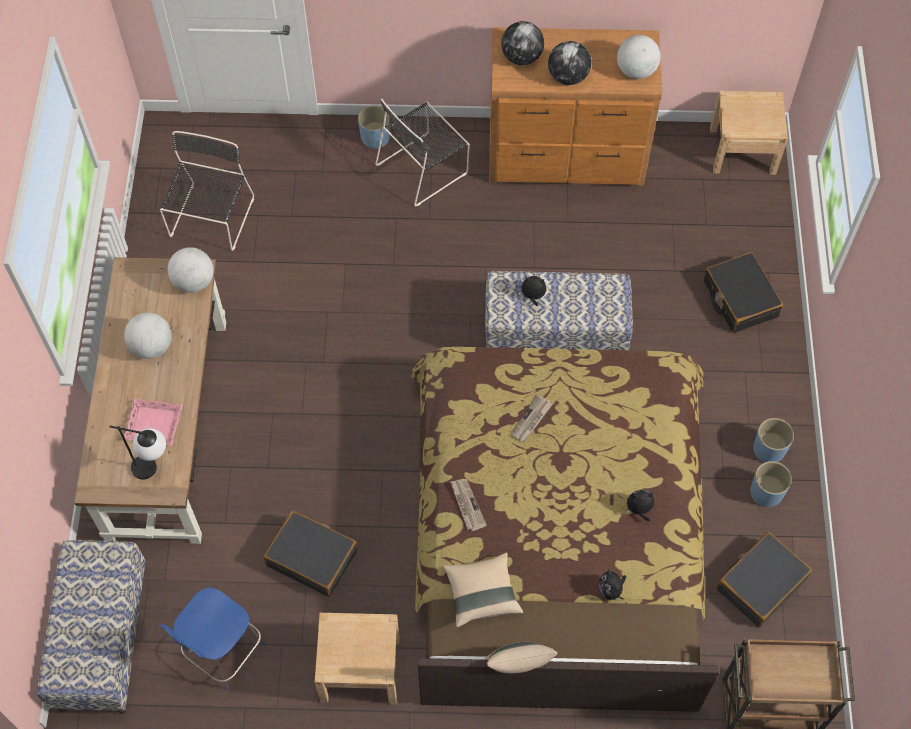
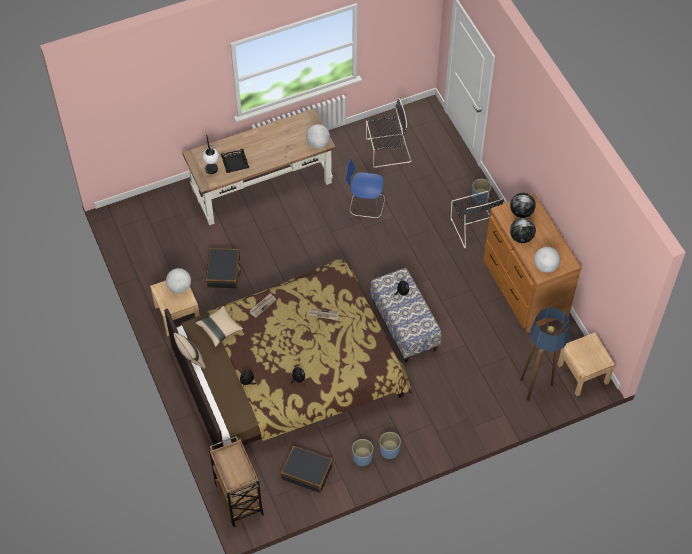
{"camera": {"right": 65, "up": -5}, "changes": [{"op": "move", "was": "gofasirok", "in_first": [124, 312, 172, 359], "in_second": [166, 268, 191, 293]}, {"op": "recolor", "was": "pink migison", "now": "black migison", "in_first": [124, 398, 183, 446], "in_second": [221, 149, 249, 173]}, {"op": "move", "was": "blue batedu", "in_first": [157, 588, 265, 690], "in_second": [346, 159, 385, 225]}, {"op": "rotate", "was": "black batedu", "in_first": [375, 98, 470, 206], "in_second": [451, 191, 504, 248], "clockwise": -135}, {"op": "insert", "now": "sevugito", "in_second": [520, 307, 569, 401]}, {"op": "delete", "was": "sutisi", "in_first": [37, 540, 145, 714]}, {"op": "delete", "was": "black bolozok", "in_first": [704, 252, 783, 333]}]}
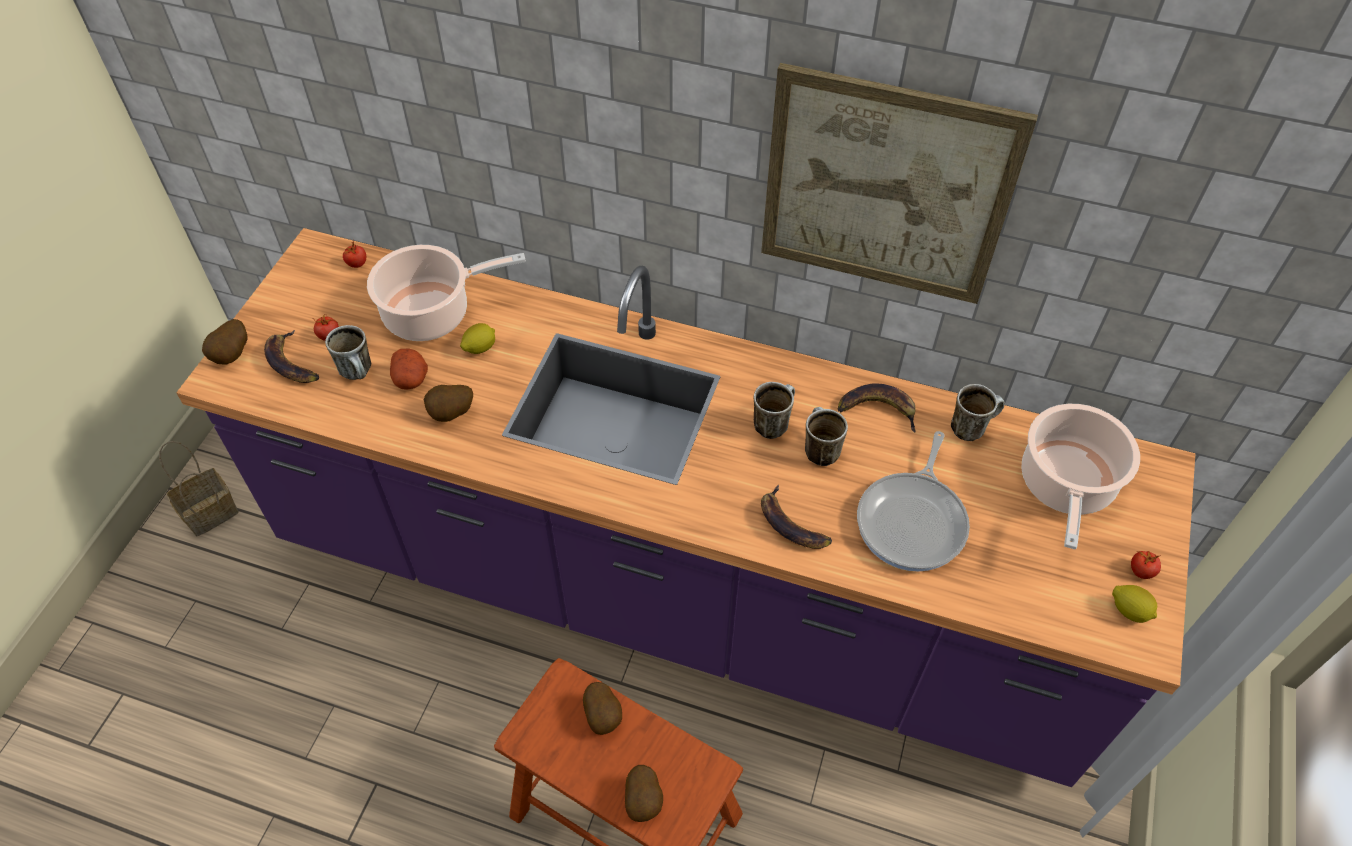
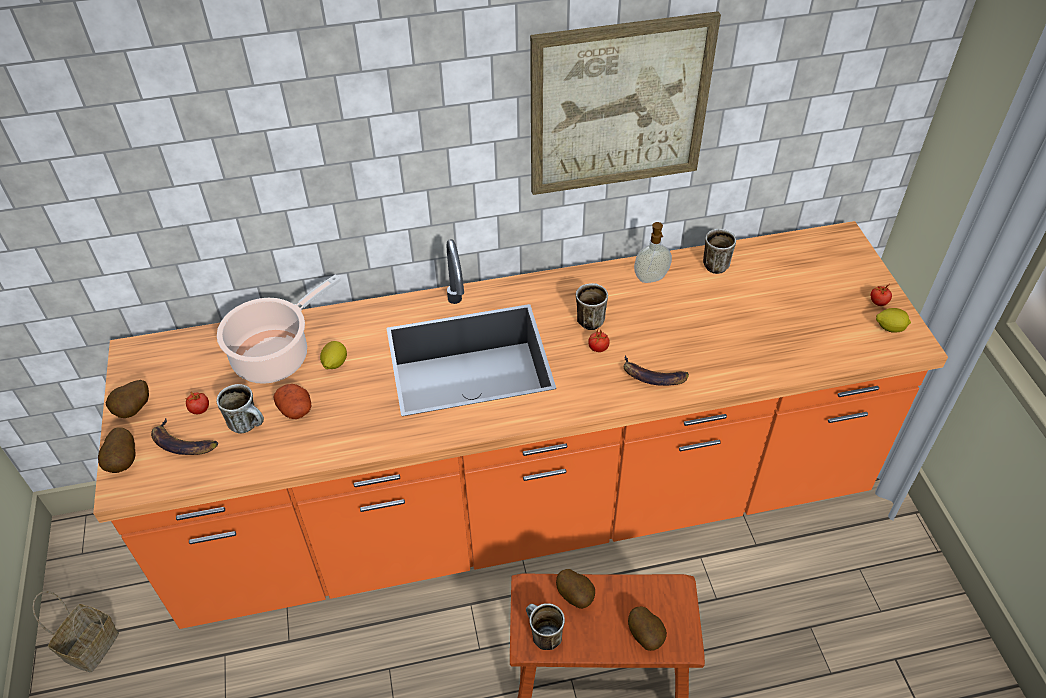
{"camera": {"right": -30, "up": -5}, "changes": [{"op": "recolor", "was": "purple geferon", "now": "orange geferon", "in_first": [176, 228, 1196, 787], "in_second": [93, 221, 948, 629]}, {"op": "move", "was": "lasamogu", "in_first": [424, 385, 473, 422], "in_second": [106, 380, 149, 418]}, {"op": "move", "was": "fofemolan", "in_first": [805, 407, 848, 466], "in_second": [526, 603, 565, 650]}, {"op": "move", "was": "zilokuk", "in_first": [342, 240, 366, 268], "in_second": [588, 330, 610, 352]}, {"op": "replace", "was": "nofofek", "now": "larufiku", "in_first": [838, 383, 916, 433], "in_second": [634, 222, 672, 283]}, {"op": "delete", "was": "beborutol", "in_first": [857, 431, 970, 572]}, {"op": "delete", "was": "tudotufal", "in_first": [1021, 404, 1140, 550]}]}
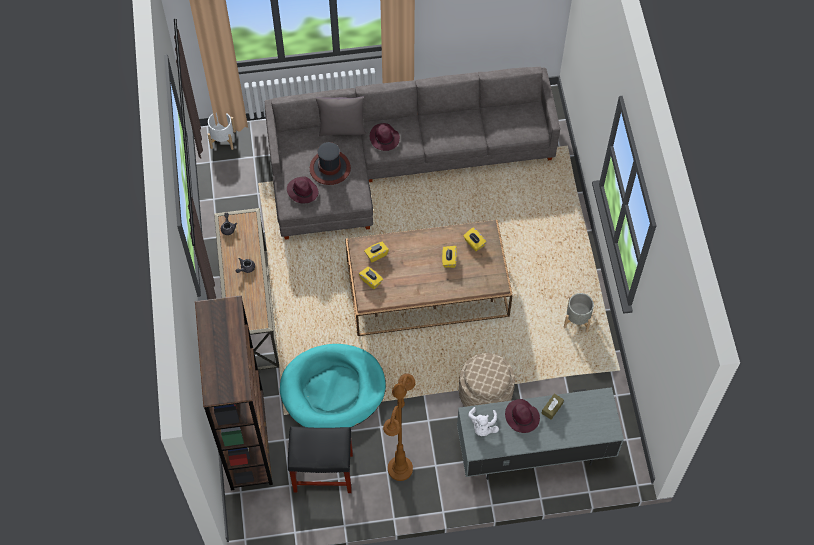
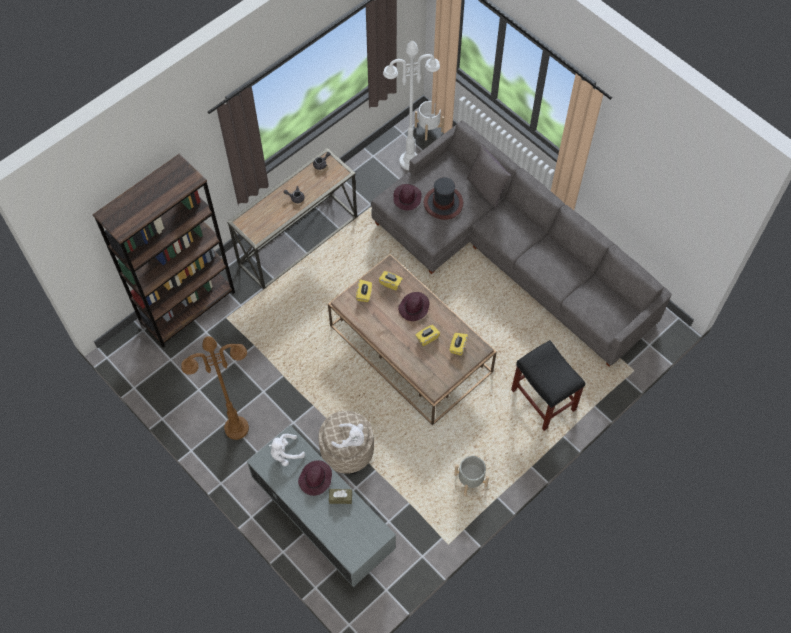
{"camera": {"right": 55, "up": 0}, "changes": [{"op": "insert", "now": "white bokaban", "in_second": [331, 423, 364, 448]}, {"op": "insert", "now": "white sevugito", "in_second": [383, 40, 440, 170]}, {"op": "move", "was": "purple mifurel", "in_first": [370, 123, 400, 151], "in_second": [398, 292, 429, 321]}, {"op": "move", "was": "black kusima", "in_first": [288, 426, 353, 493], "in_second": [511, 340, 585, 431]}, {"op": "delete", "was": "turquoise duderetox", "in_first": [280, 344, 386, 428]}]}
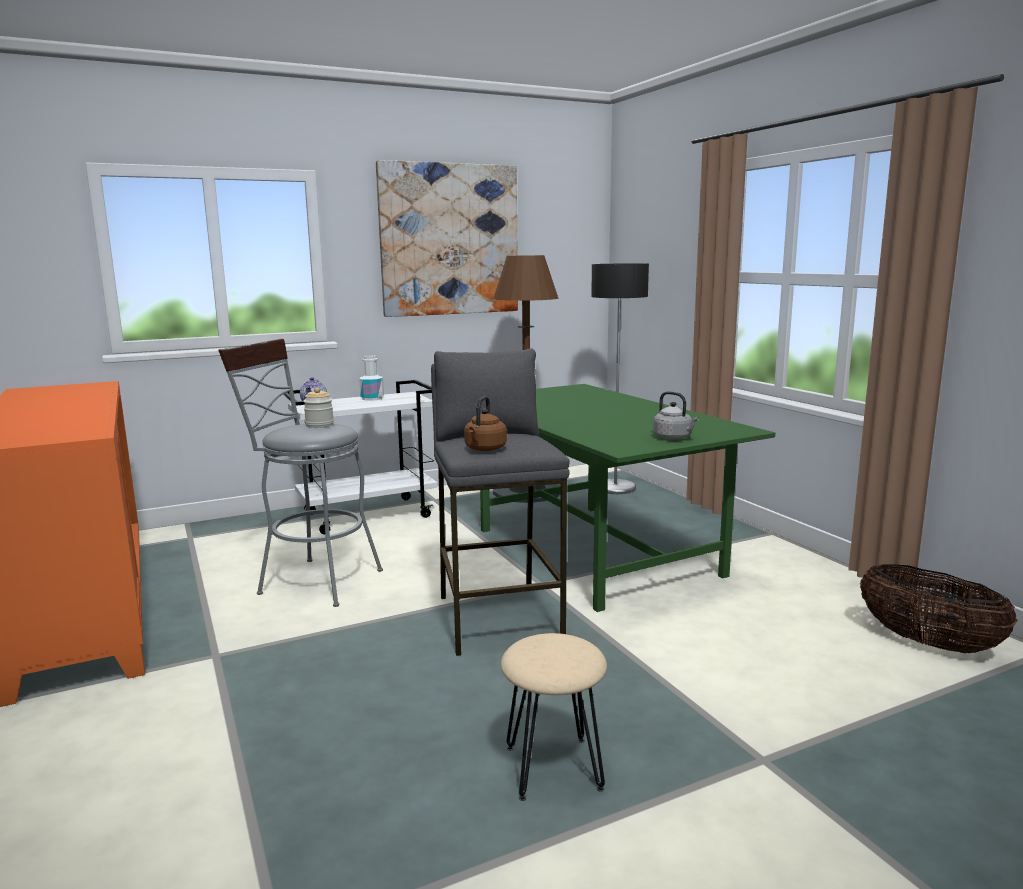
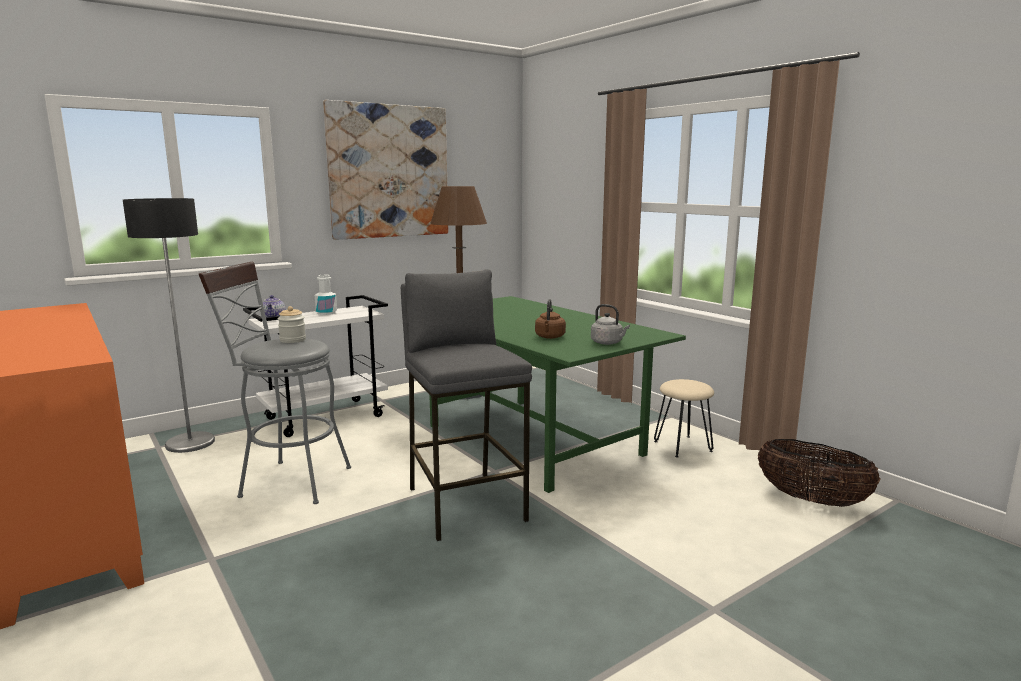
{"camera": {"right": -10, "up": 0}, "changes": [{"op": "move", "was": "sevugito", "in_first": [591, 263, 649, 494], "in_second": [123, 198, 215, 453]}, {"op": "move", "was": "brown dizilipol", "in_first": [464, 396, 507, 451], "in_second": [535, 299, 566, 339]}, {"op": "move", "was": "beige kusima", "in_first": [501, 633, 607, 801], "in_second": [654, 379, 714, 457]}]}
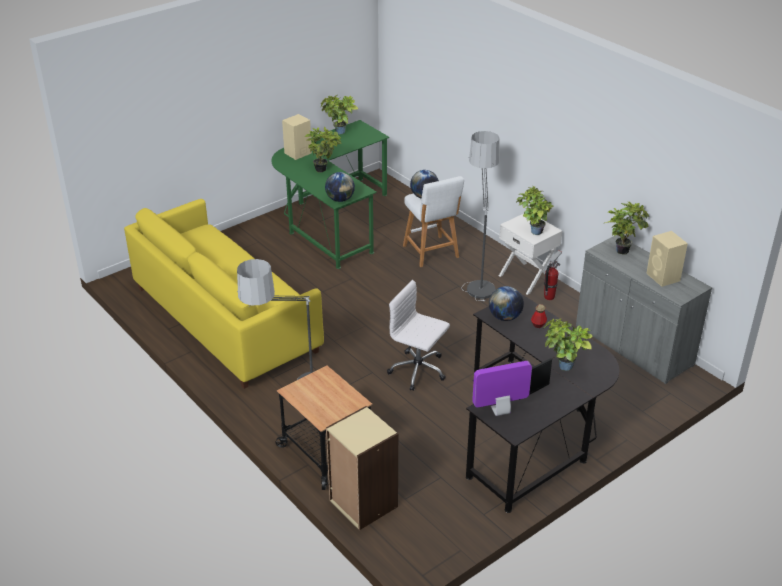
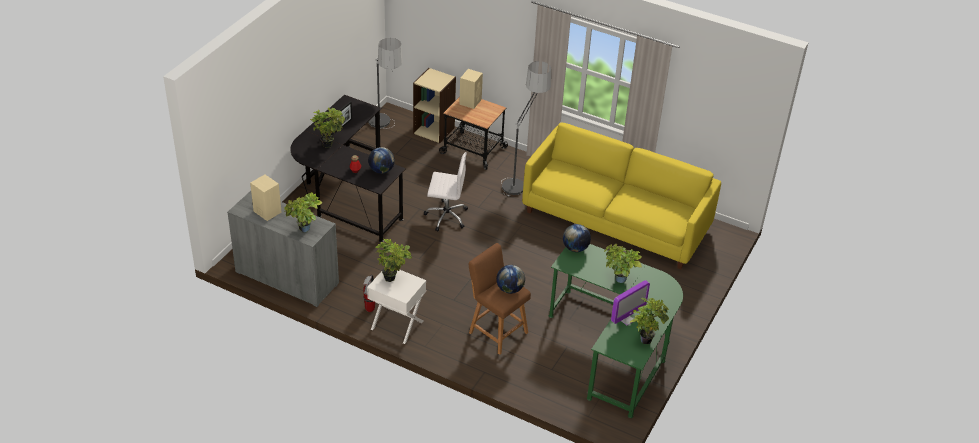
{"camera": {"right": 155, "up": 5}, "changes": [{"op": "move", "was": "sevugito", "in_first": [462, 131, 500, 301], "in_second": [368, 38, 403, 129]}, {"op": "move", "was": "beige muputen", "in_first": [282, 114, 312, 160], "in_second": [459, 69, 483, 109]}, {"op": "recolor", "was": "white kusima", "now": "brown kusima", "in_first": [403, 176, 464, 267], "in_second": [469, 243, 531, 355]}, {"op": "move", "was": "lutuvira", "in_first": [472, 361, 532, 416], "in_second": [611, 280, 650, 325]}]}
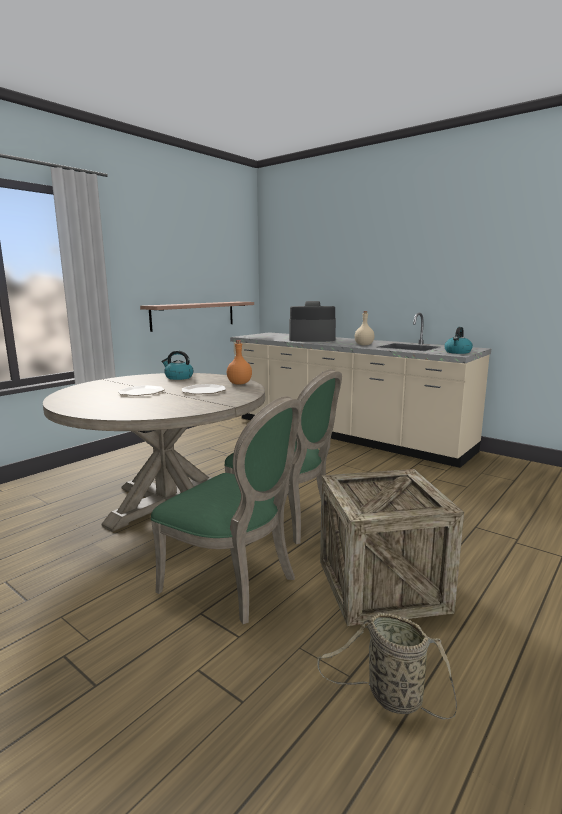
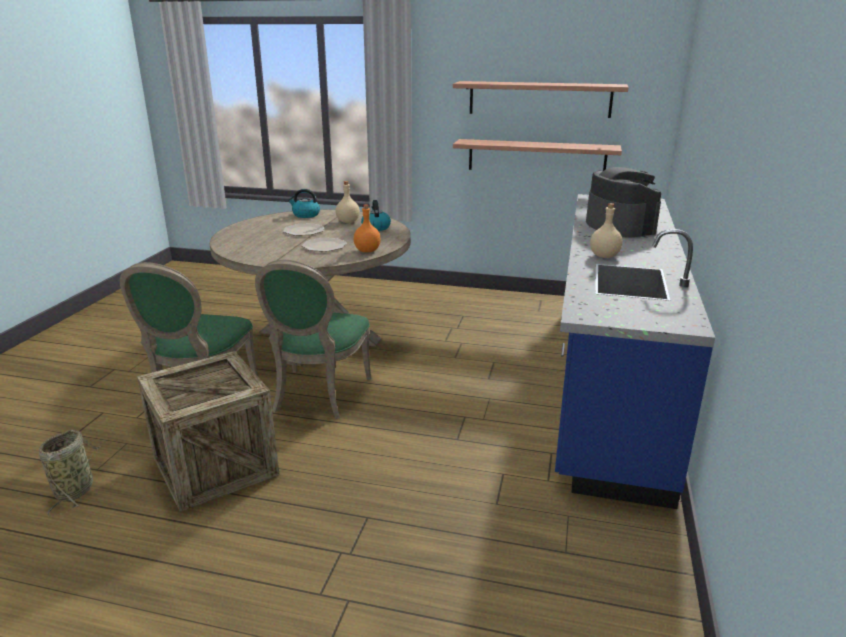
{"camera": {"right": 65, "up": 10}, "changes": [{"op": "move", "was": "dizilipol", "in_first": [444, 327, 473, 354], "in_second": [288, 189, 320, 218]}, {"op": "insert", "now": "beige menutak", "in_second": [335, 181, 360, 223]}, {"op": "insert", "now": "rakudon", "in_second": [453, 81, 629, 118]}, {"op": "recolor", "was": "beige geferon", "now": "blue geferon", "in_first": [230, 313, 491, 468], "in_second": [555, 194, 715, 509]}]}
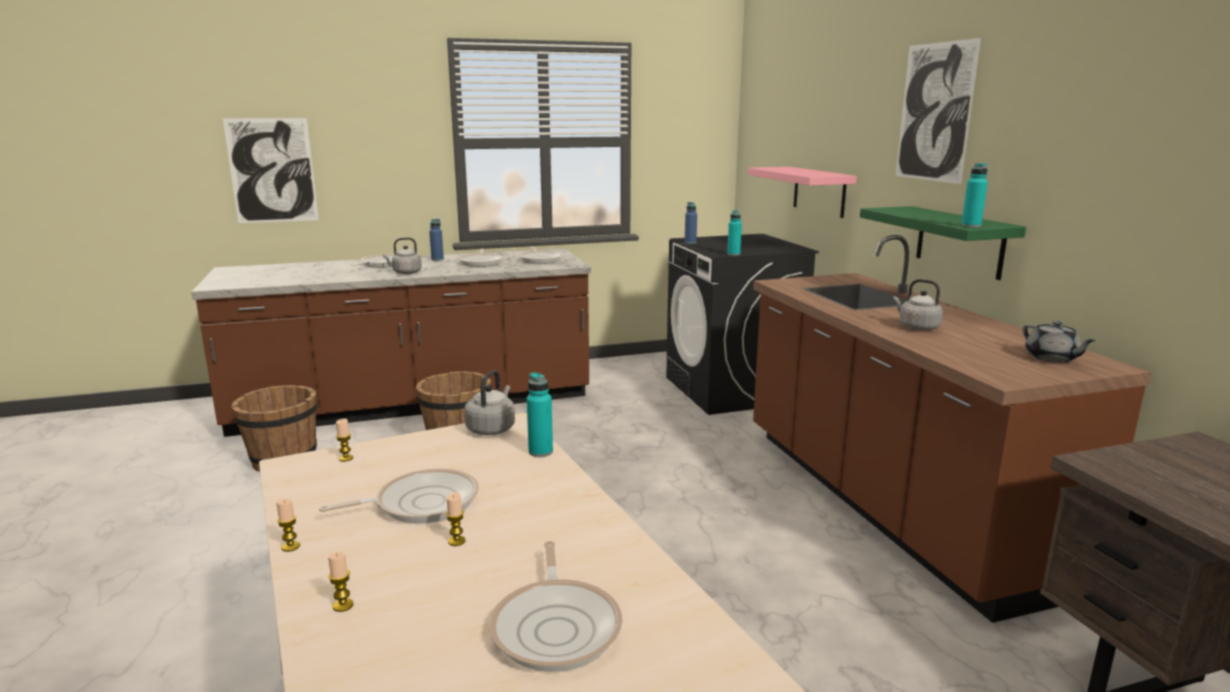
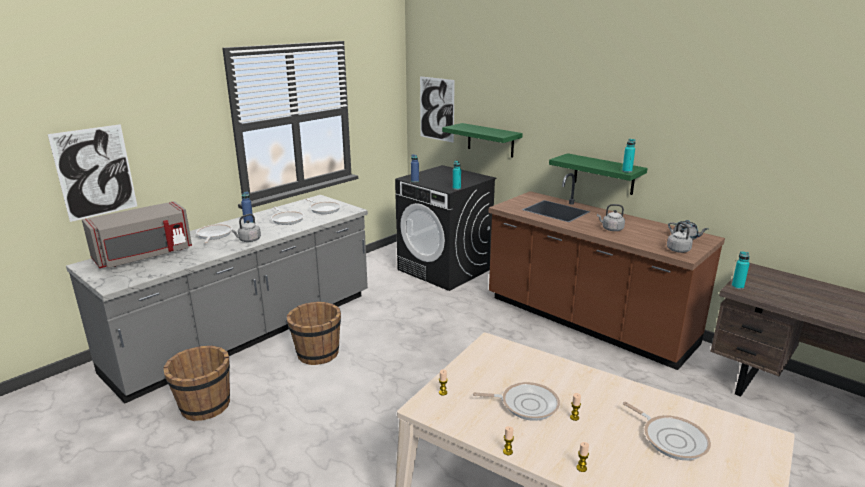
{"camera": {"right": -30, "up": 5}, "changes": [{"op": "recolor", "was": "brown geferon", "now": "grey geferon", "in_first": [191, 248, 591, 437], "in_second": [66, 195, 368, 403]}, {"op": "insert", "now": "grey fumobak", "in_second": [82, 201, 192, 268]}, {"op": "move", "was": "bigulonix", "in_first": [896, 38, 981, 184], "in_second": [420, 76, 455, 143]}, {"op": "recolor", "was": "pink rakudon", "now": "green rakudon", "in_first": [748, 167, 857, 218], "in_second": [442, 123, 523, 158]}, {"op": "rotate", "was": "beborutol", "in_first": [319, 468, 479, 524], "in_second": [473, 382, 560, 421], "clockwise": 60}, {"op": "move", "was": "grey dizilipol", "in_first": [464, 370, 515, 435], "in_second": [667, 222, 693, 253]}, {"op": "move", "was": "turquoise menutak", "in_first": [527, 372, 553, 457], "in_second": [732, 251, 750, 289]}]}
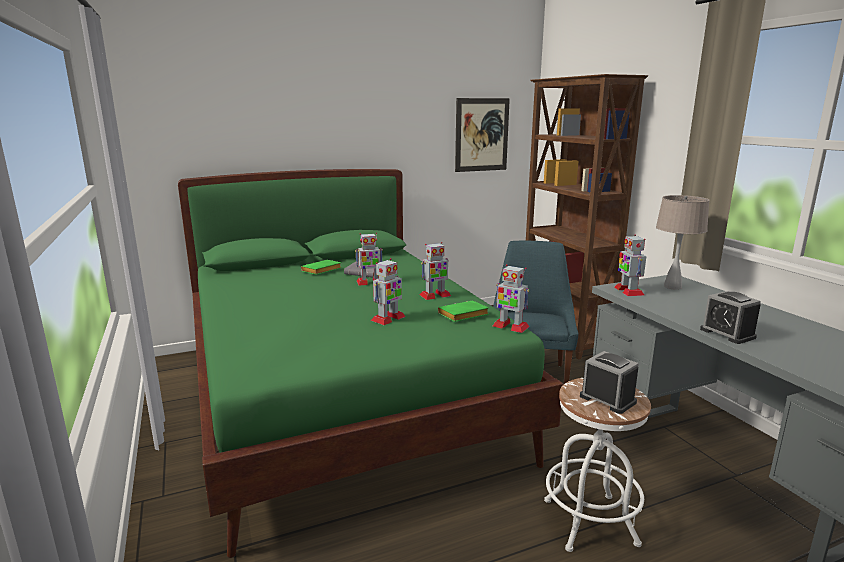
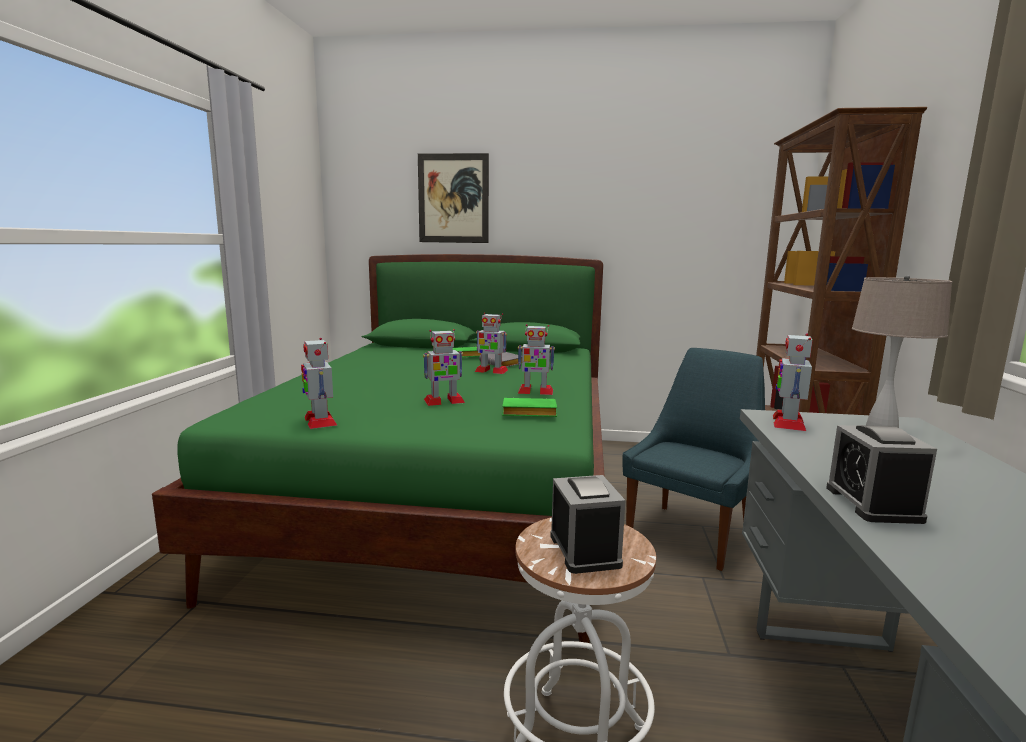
{"camera": {"right": 30, "up": -5}, "changes": [{"op": "move", "was": "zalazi", "in_first": [493, 264, 530, 333], "in_second": [301, 338, 337, 429]}, {"op": "move", "was": "bigulonix", "in_first": [455, 98, 510, 172], "in_second": [418, 153, 489, 243]}]}
